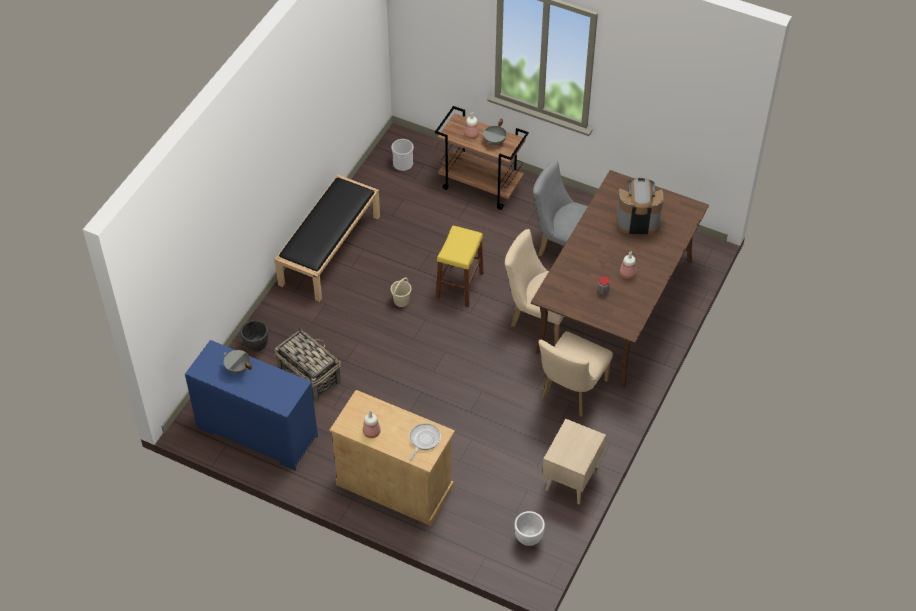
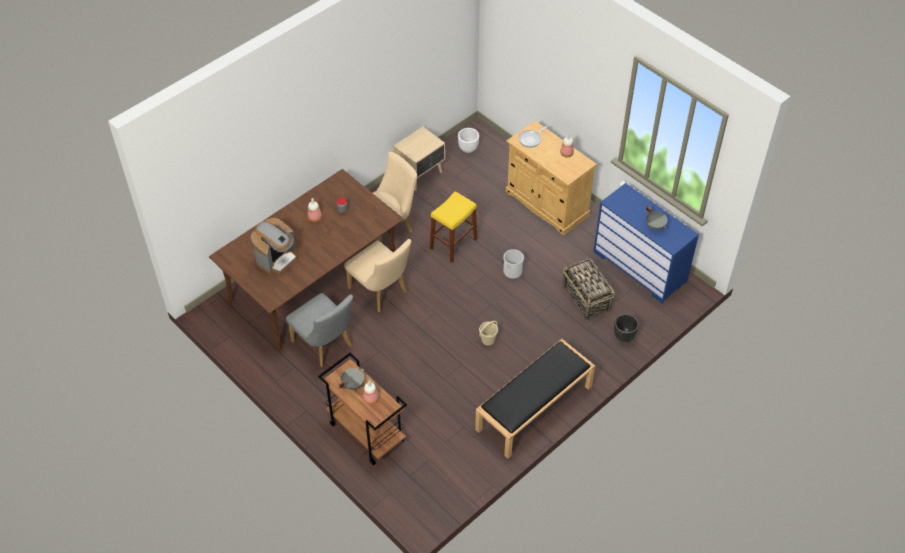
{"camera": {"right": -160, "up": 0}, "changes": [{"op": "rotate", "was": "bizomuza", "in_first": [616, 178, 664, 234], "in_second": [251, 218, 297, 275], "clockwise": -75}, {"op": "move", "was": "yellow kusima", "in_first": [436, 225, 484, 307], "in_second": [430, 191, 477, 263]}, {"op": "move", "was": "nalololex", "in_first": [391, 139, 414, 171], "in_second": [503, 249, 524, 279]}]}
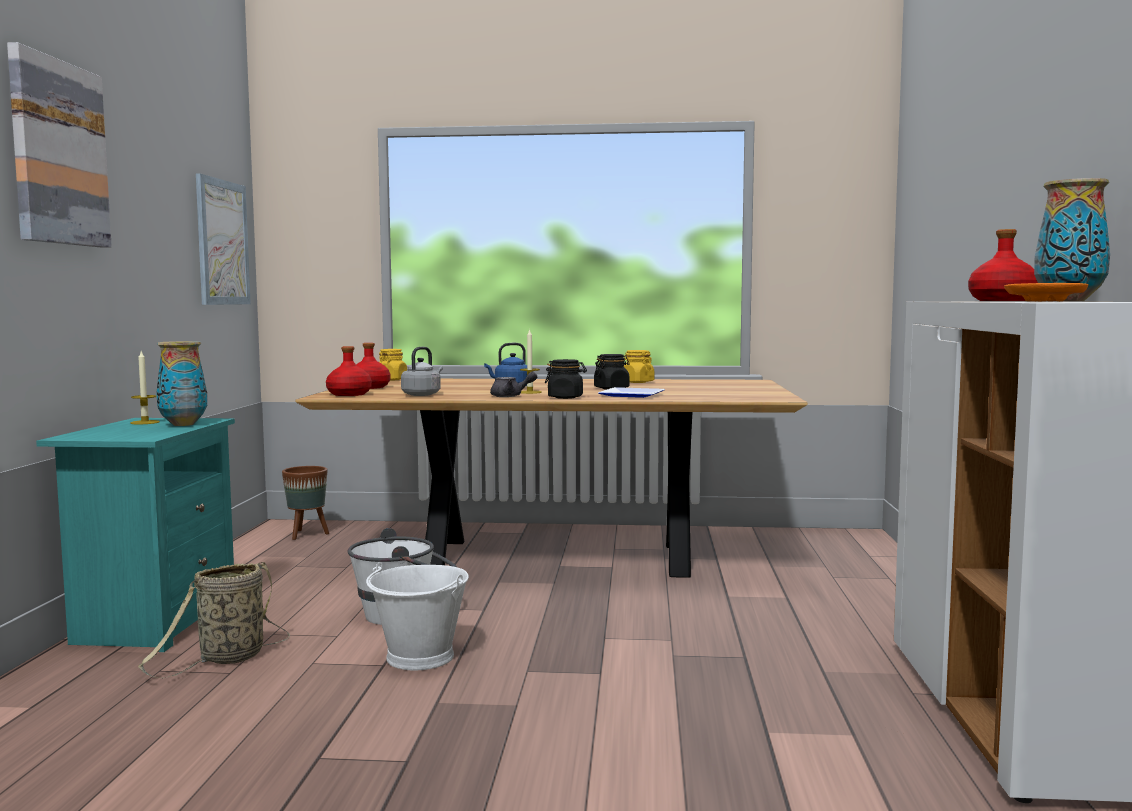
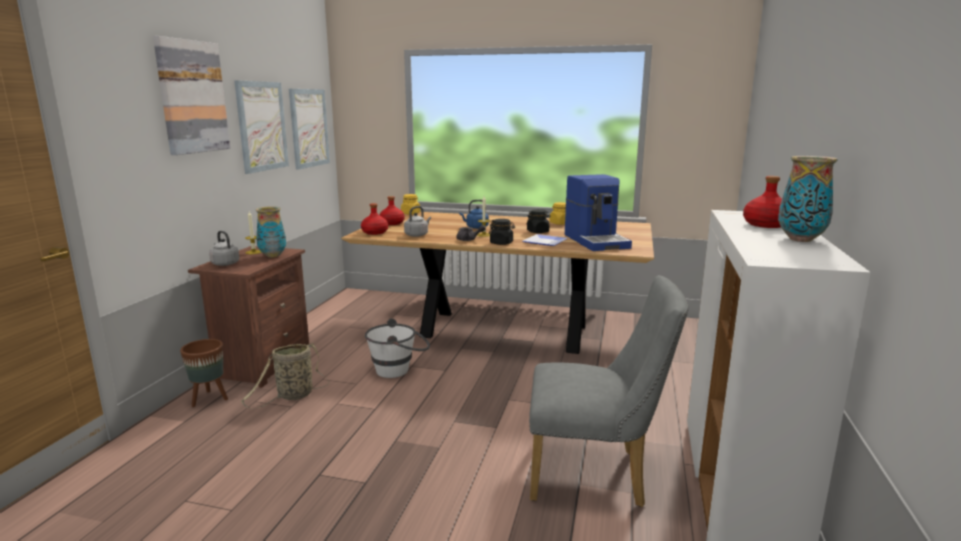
{"camera": {"right": 10, "up": 10}, "changes": [{"op": "move", "was": "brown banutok", "in_first": [282, 466, 329, 540], "in_second": [180, 339, 228, 407]}, {"op": "recolor", "was": "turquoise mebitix", "now": "brown mebitix", "in_first": [36, 418, 235, 652], "in_second": [188, 246, 309, 388]}, {"op": "insert", "now": "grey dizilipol", "in_second": [209, 231, 239, 266]}, {"op": "insert", "now": "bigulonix", "in_second": [234, 80, 289, 174]}, {"op": "insert", "now": "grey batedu", "in_second": [529, 275, 688, 507]}, {"op": "insert", "now": "bizomuza", "in_second": [565, 174, 632, 251]}, {"op": "delete", "was": "white nalololex", "in_first": [366, 562, 469, 670]}, {"op": "delete", "was": "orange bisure", "in_first": [1004, 283, 1089, 301]}]}
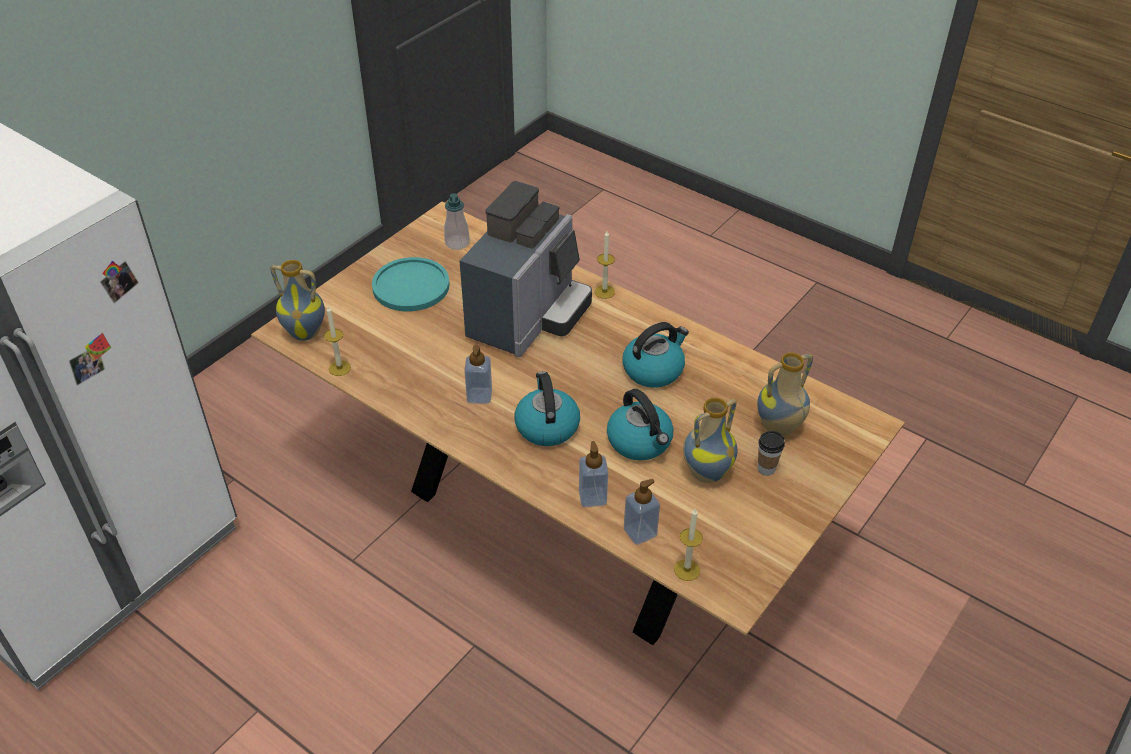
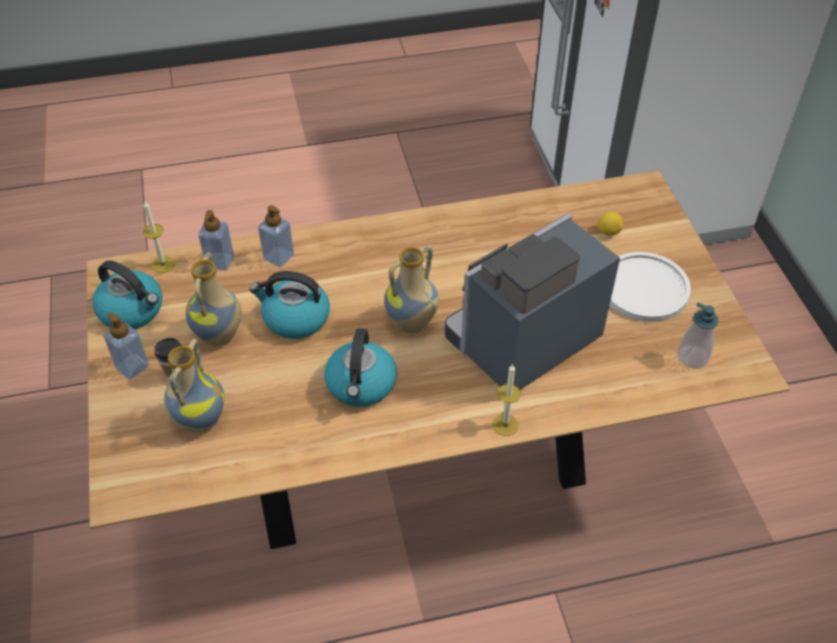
{"camera": {"right": 130, "up": 5}, "changes": [{"op": "move", "was": "dizilipol", "in_first": [515, 372, 580, 446], "in_second": [92, 260, 162, 329]}, {"op": "move", "was": "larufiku", "in_first": [464, 345, 492, 404], "in_second": [104, 312, 149, 379]}, {"op": "move", "was": "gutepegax", "in_first": [270, 260, 325, 341], "in_second": [384, 246, 439, 333]}, {"op": "rotate", "was": "bizomuza", "in_first": [460, 181, 592, 357], "in_second": [445, 214, 620, 390], "clockwise": 75}, {"op": "insert", "now": "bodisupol", "in_second": [597, 212, 623, 236]}, {"op": "recolor", "was": "turquoise bisure", "now": "white bisure", "in_first": [372, 257, 450, 311], "in_second": [610, 252, 691, 322]}, {"op": "delete", "was": "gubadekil", "in_first": [324, 306, 351, 376]}]}
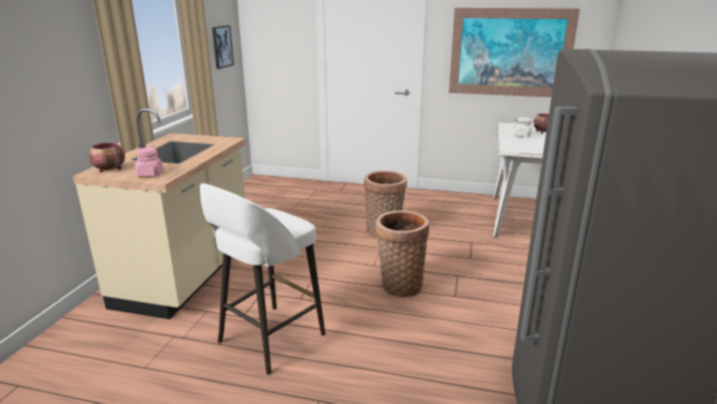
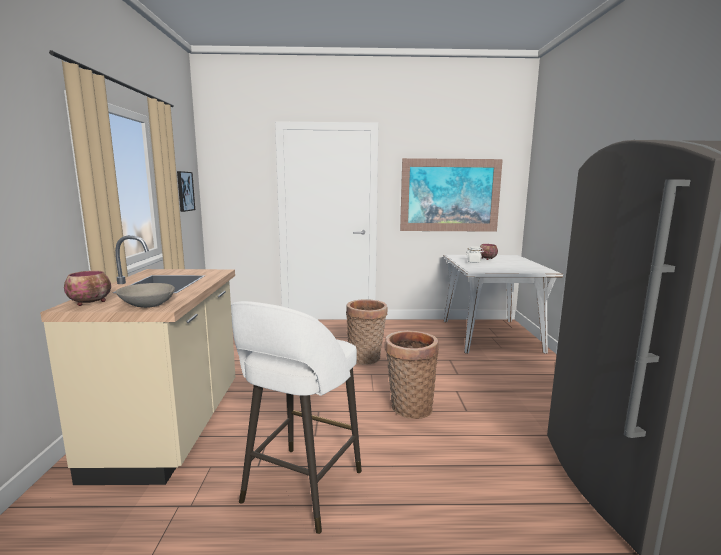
{"camera": {"right": -15, "up": -10}, "changes": [{"op": "replace", "was": "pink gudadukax", "now": "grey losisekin", "in_first": [135, 147, 163, 177], "in_second": [116, 283, 175, 308]}]}
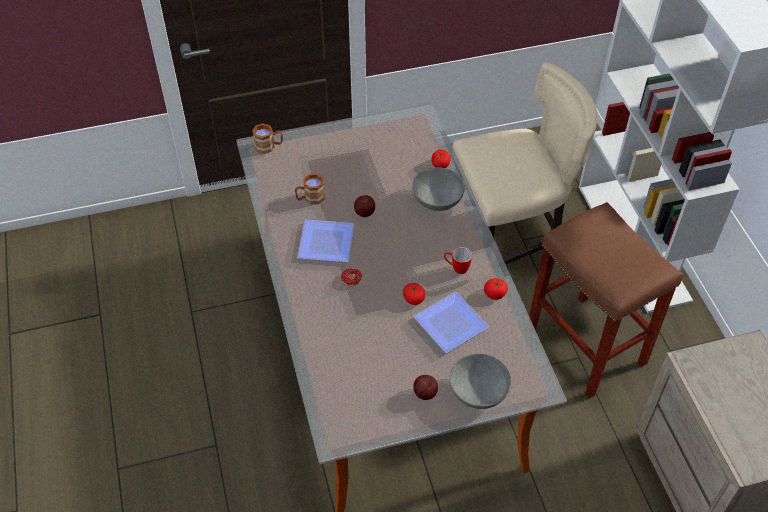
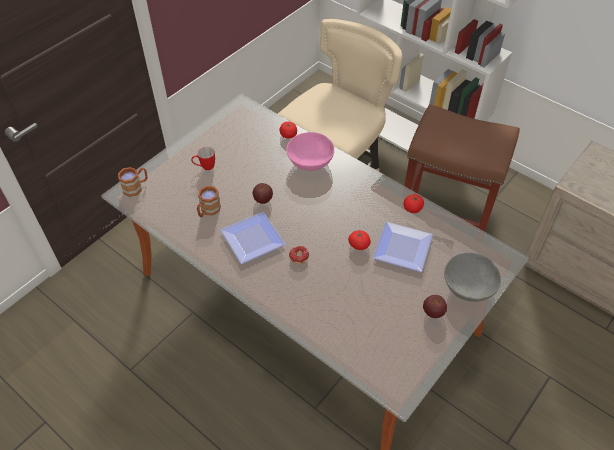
{"camera": {"right": -35, "up": 0}, "changes": [{"op": "move", "was": "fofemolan", "in_first": [444, 247, 472, 274], "in_second": [191, 146, 215, 170]}, {"op": "recolor", "was": "grey losisekin", "now": "pink losisekin", "in_first": [412, 167, 465, 211], "in_second": [286, 132, 334, 171]}]}
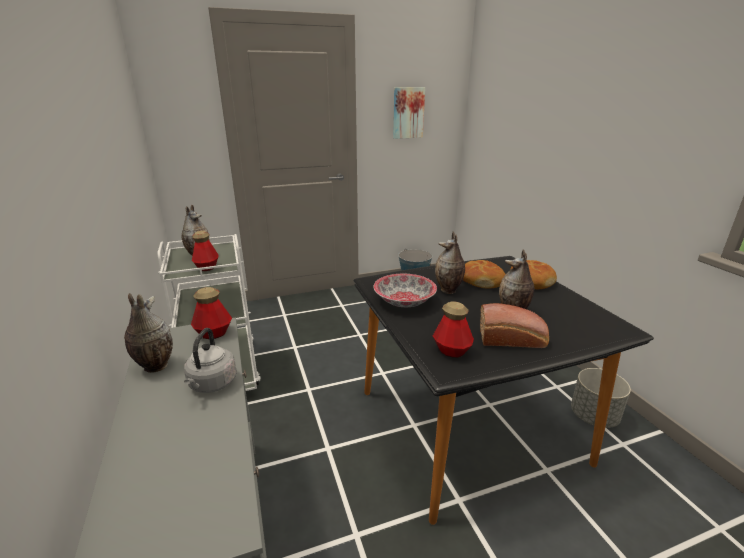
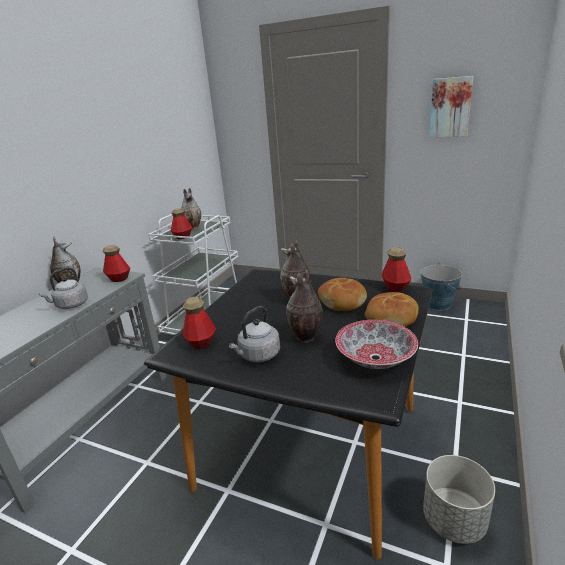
{"camera": {"right": 45, "up": 0}, "changes": [{"op": "replace", "was": "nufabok", "now": "grey dizilipol", "in_first": [480, 303, 549, 348], "in_second": [229, 306, 280, 362]}, {"op": "move", "was": "losisekin", "in_first": [373, 274, 437, 307], "in_second": [335, 320, 418, 369]}, {"op": "insert", "now": "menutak", "in_second": [382, 247, 411, 292]}]}
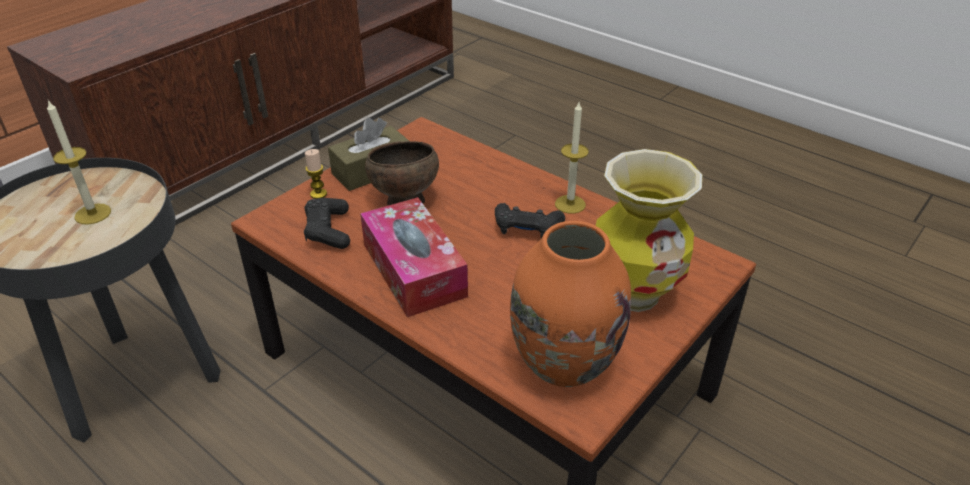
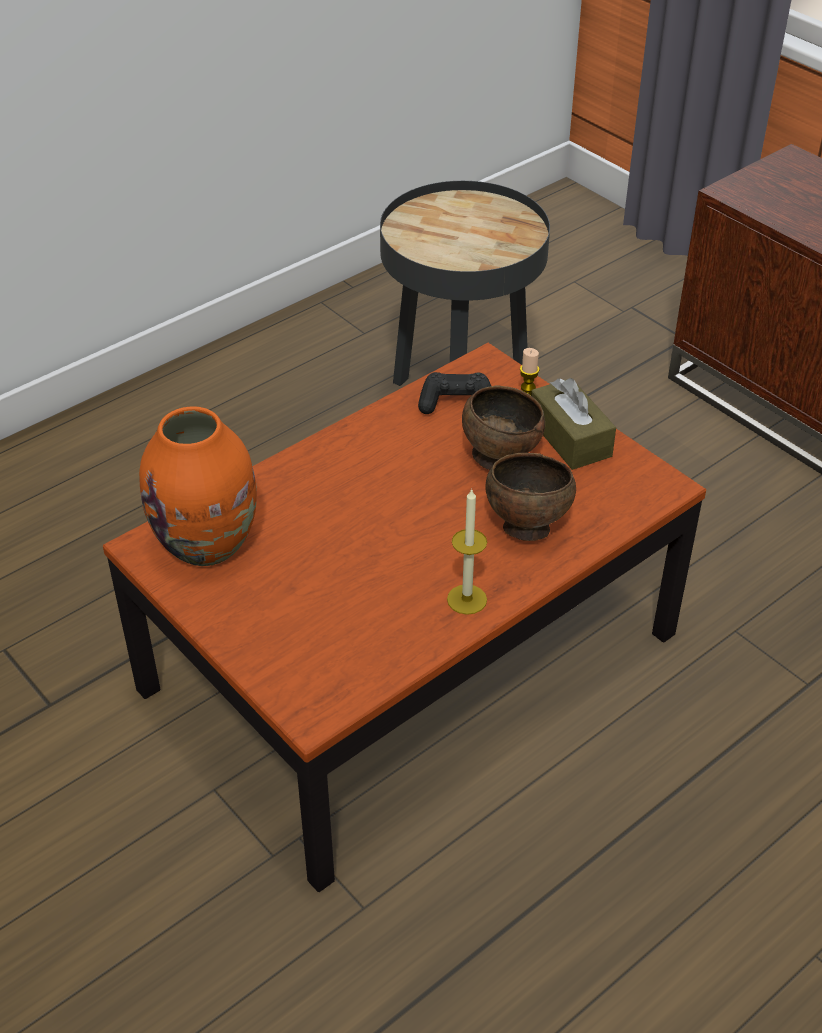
{"camera": {"right": 100, "up": 5}, "changes": [{"op": "insert", "now": "brown losisekin", "in_second": [486, 453, 576, 541]}, {"op": "delete", "was": "gubadekil", "in_first": [47, 100, 111, 225]}, {"op": "delete", "was": "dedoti", "in_first": [360, 197, 468, 317]}, {"op": "delete", "was": "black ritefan", "in_first": [495, 203, 565, 238]}, {"op": "delete", "was": "gutepegax", "in_first": [596, 149, 702, 312]}]}
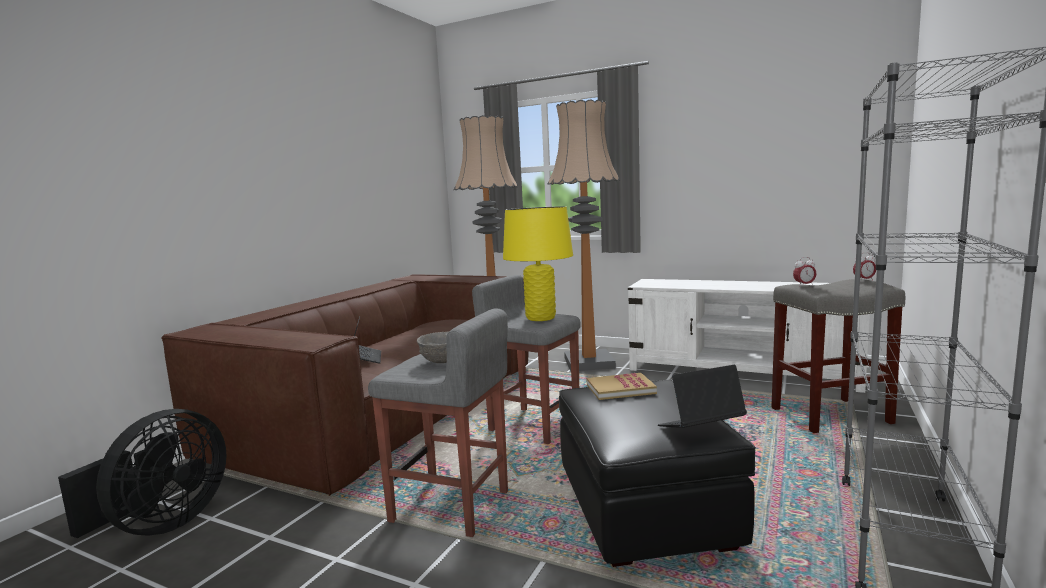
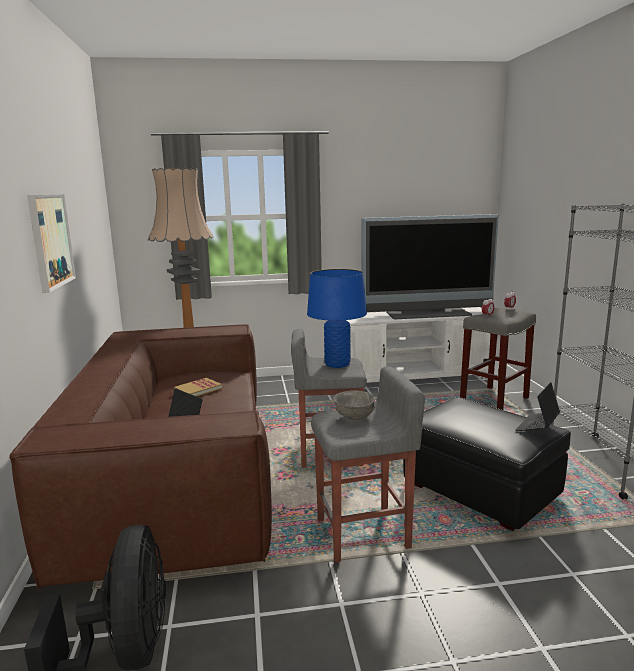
{"camera": {"right": -35, "up": 5}, "changes": [{"op": "insert", "now": "bigulonix", "in_second": [27, 194, 76, 293]}, {"op": "move", "was": "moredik", "in_first": [587, 373, 657, 400], "in_second": [174, 378, 222, 396]}, {"op": "recolor", "was": "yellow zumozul", "now": "blue zumozul", "in_first": [503, 206, 573, 321], "in_second": [307, 269, 367, 368]}, {"op": "insert", "now": "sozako", "in_second": [361, 214, 499, 319]}, {"op": "delete", "was": "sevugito", "in_first": [548, 99, 620, 371]}]}
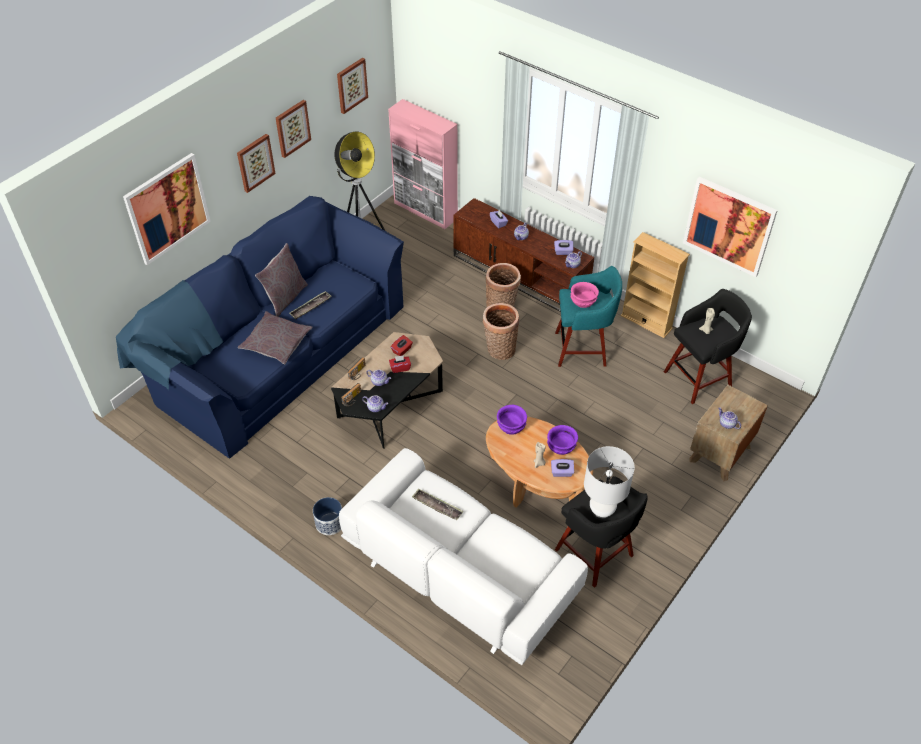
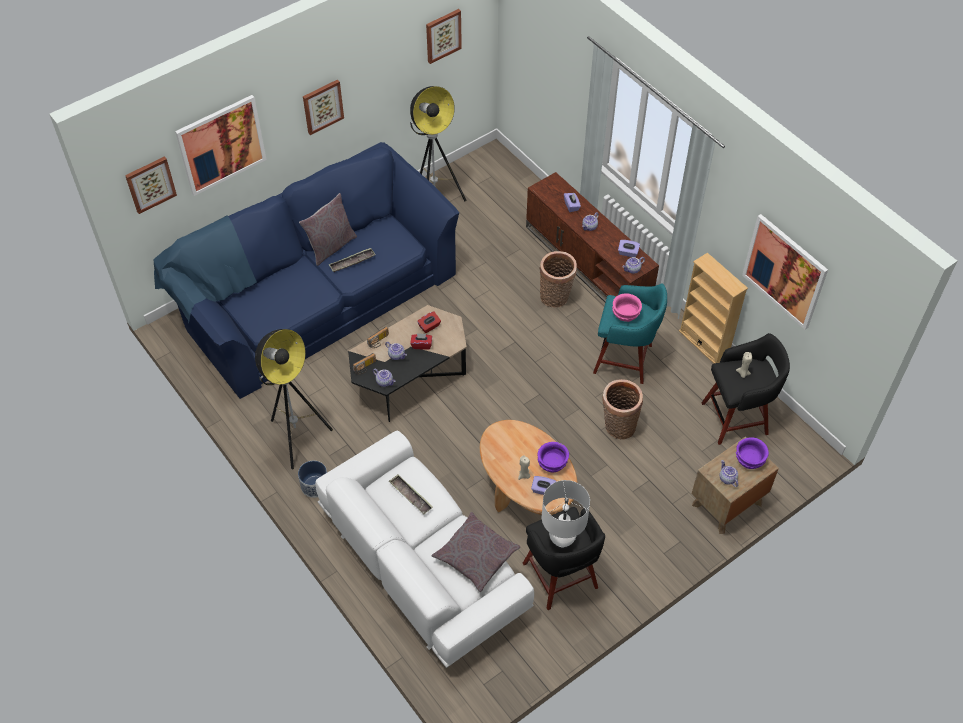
{"camera": {"right": 15, "up": 5}, "changes": [{"op": "move", "was": "bigulonix", "in_first": [276, 100, 311, 158], "in_second": [125, 156, 177, 214]}, {"op": "insert", "now": "sevugito", "in_second": [255, 329, 333, 469]}, {"op": "move", "was": "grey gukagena", "in_first": [238, 311, 312, 364], "in_second": [432, 512, 520, 592]}, {"op": "move", "was": "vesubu", "in_first": [483, 303, 520, 360], "in_second": [602, 379, 643, 440]}, {"op": "move", "was": "purple losisekin", "in_first": [497, 405, 527, 435], "in_second": [736, 437, 769, 469]}, {"op": "delete", "was": "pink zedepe", "in_first": [388, 99, 458, 229]}]}
